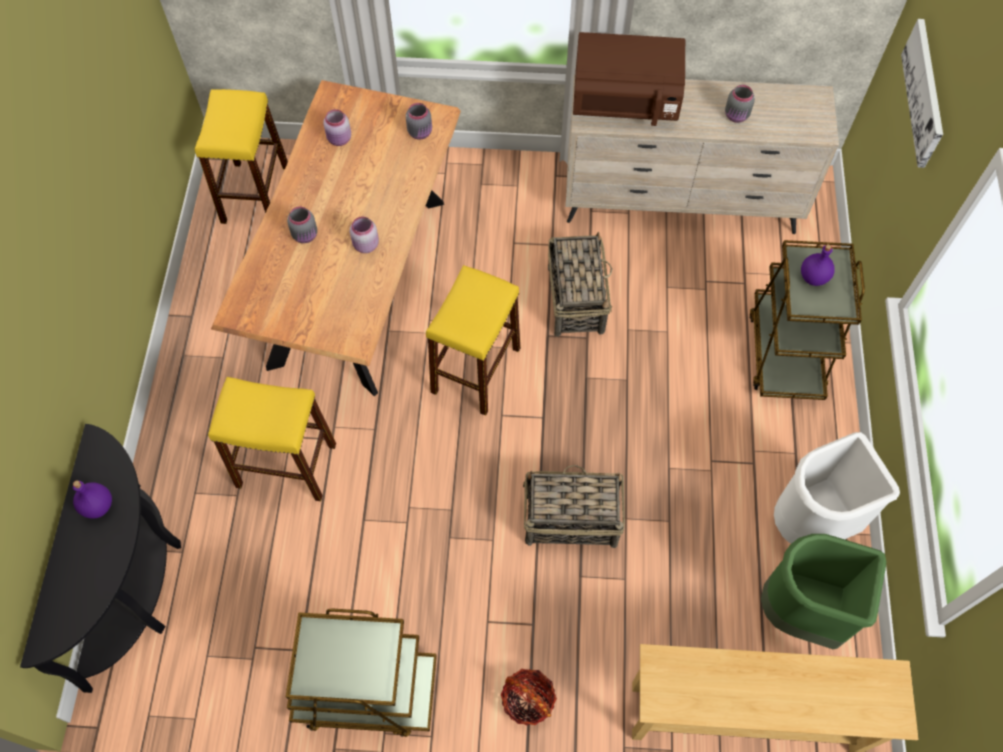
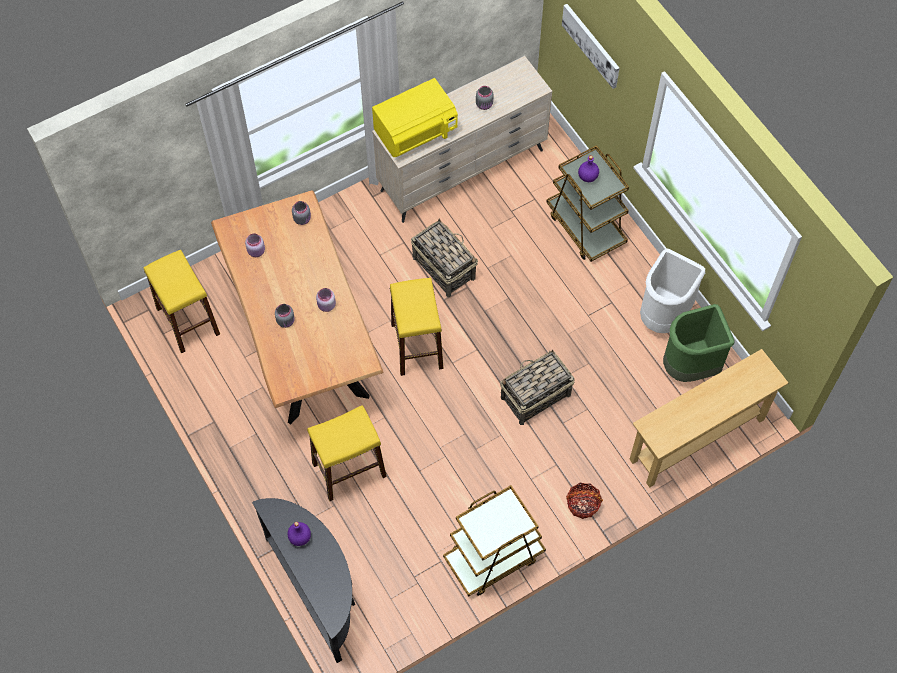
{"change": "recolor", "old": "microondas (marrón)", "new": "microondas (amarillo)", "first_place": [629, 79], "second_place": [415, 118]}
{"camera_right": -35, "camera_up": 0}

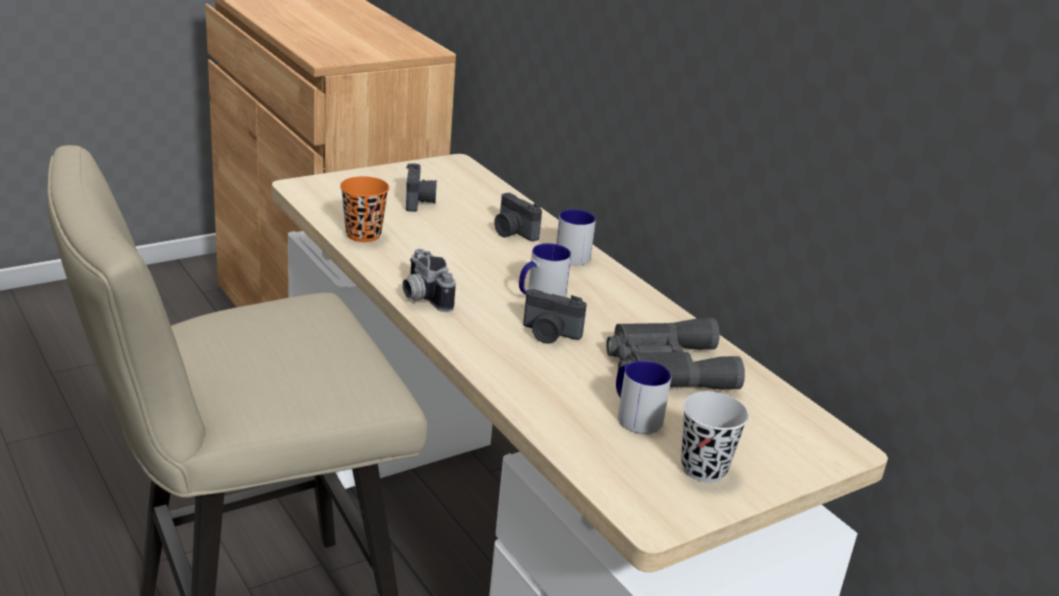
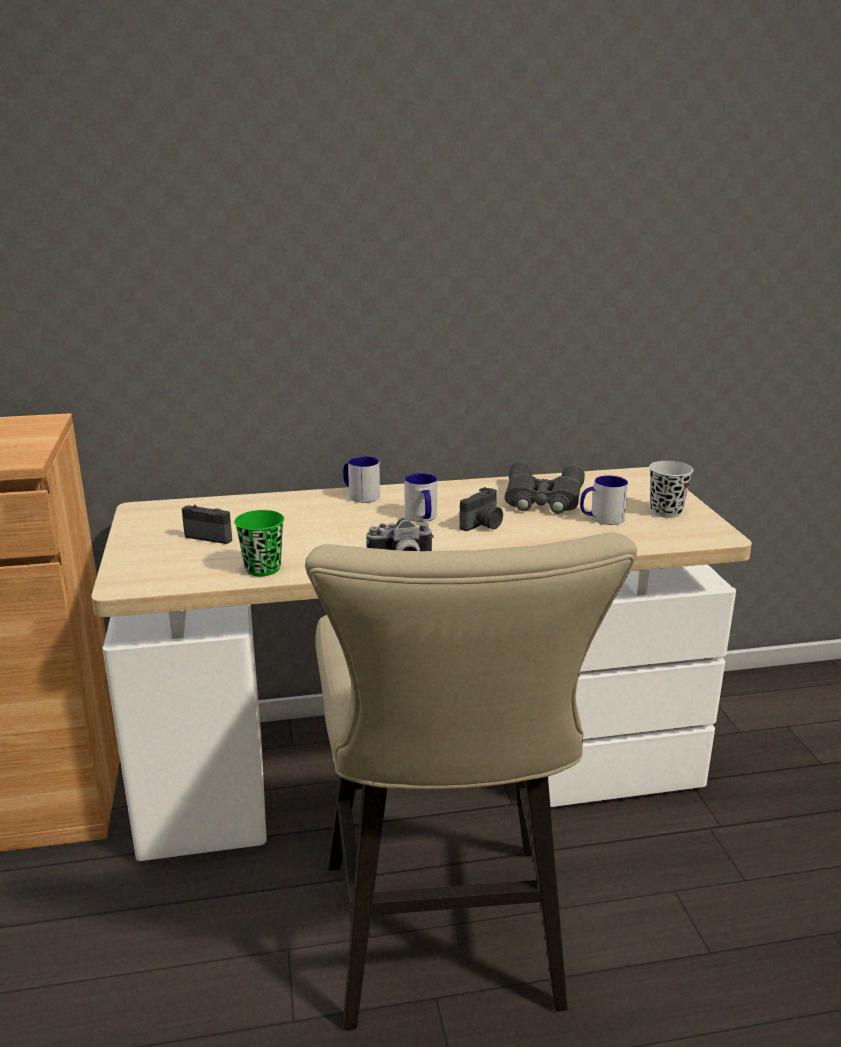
{"change": "delete", "old": "cámara", "first_place": [518, 217]}
{"change": "recolor", "old": "taza (naranja)", "new": "taza (verde)", "first_place": [364, 209], "second_place": [259, 543]}
{"camera_right": -65, "camera_up": -5}

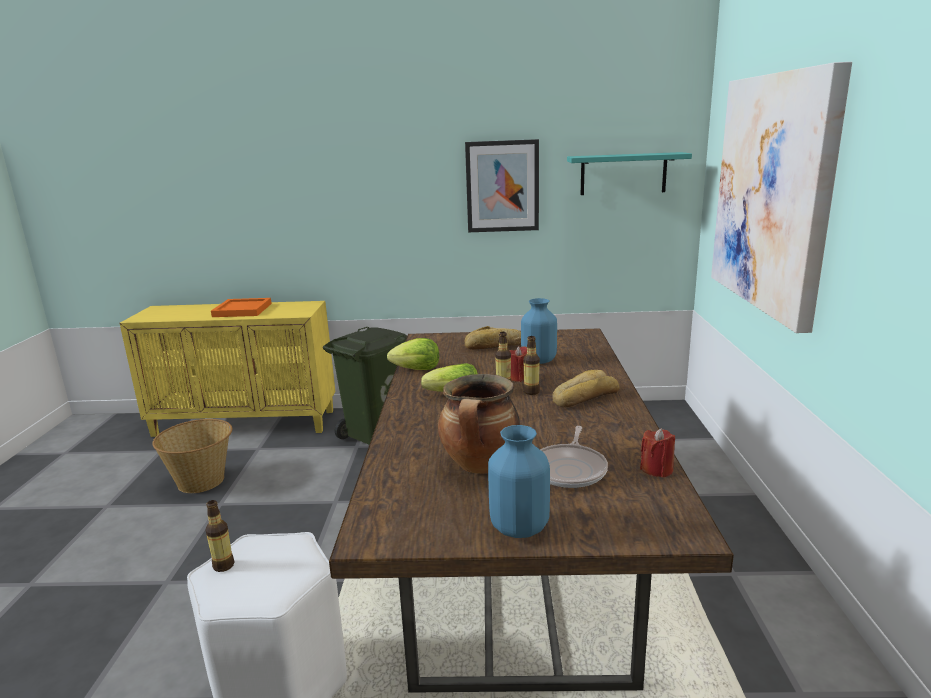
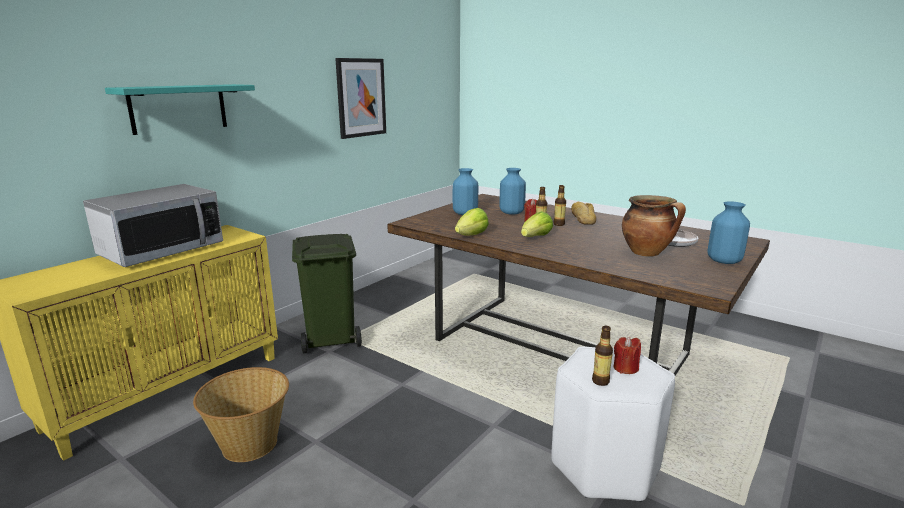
{"change": "delete", "old": "cuadro", "first_place": [781, 197]}
{"change": "move", "old": "estante (turquesa)", "first_place": [629, 173], "second_place": [180, 109]}
{"change": "move", "old": "vela (rojo)", "first_place": [657, 453], "second_place": [627, 355]}
{"change": "replace", "old": "bandeja (naranja)", "new": "microondas", "first_place": [241, 307], "second_place": [153, 225]}
{"change": "replace", "old": "pan", "new": "florero (azul)", "first_place": [492, 338], "second_place": [465, 191]}
{"camera_right": -55, "camera_up": 0}

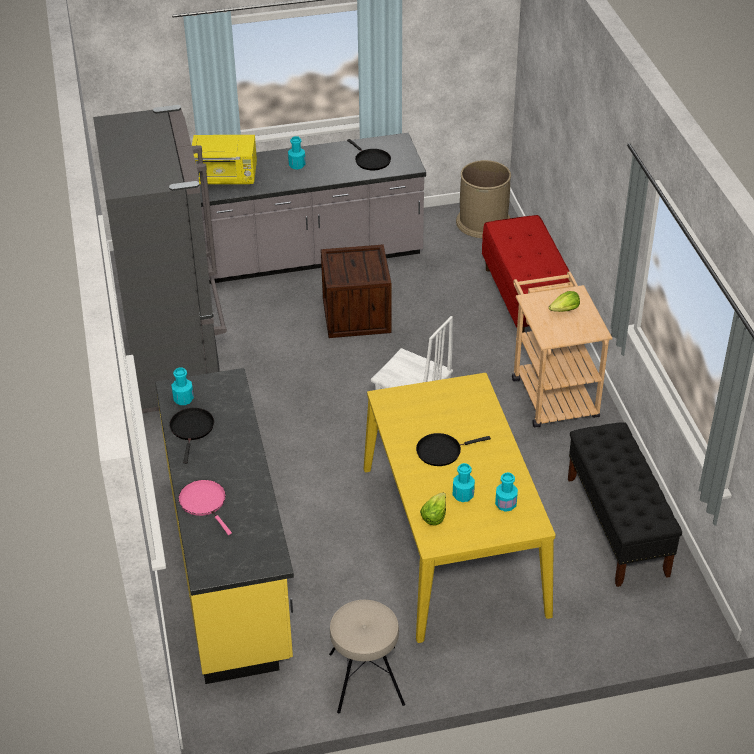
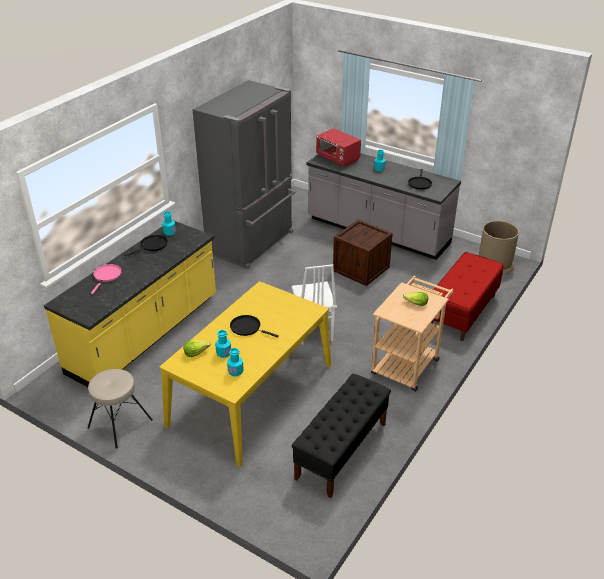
{"change": "recolor", "old": "microondas (amarillo)", "new": "microondas (rojo)", "first_place": [224, 159], "second_place": [338, 147]}
{"camera_right": 45, "camera_up": -5}

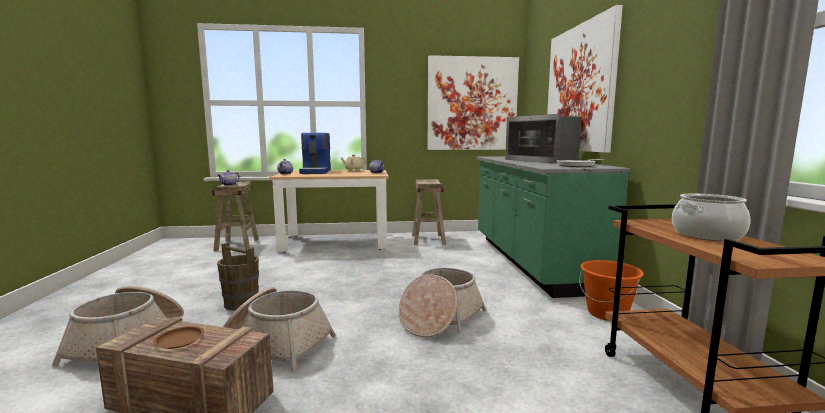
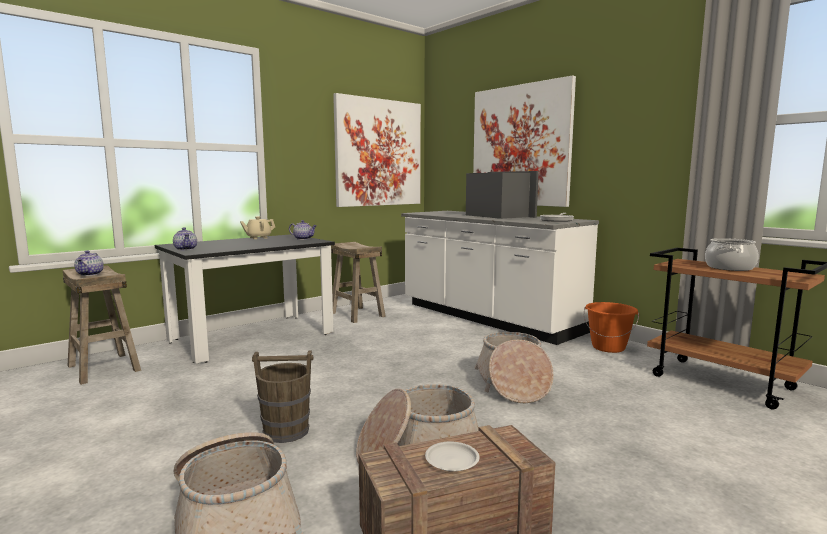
{"change": "delete", "old": "cafetera", "first_place": [315, 153]}
{"change": "recolor", "old": "plato (marrón)", "new": "plato (blanco)", "first_place": [178, 337], "second_place": [452, 456]}
{"change": "recolor", "old": "mesa de comedor (beis)", "new": "mesa de comedor (negro)", "first_place": [328, 211], "second_place": [245, 299]}
{"change": "recolor", "old": "mueble bajo de cocina (verde)", "new": "mueble bajo de cocina (blanco)", "first_place": [553, 227], "second_place": [500, 278]}
{"change": "rotate", "old": "microondas", "first_place": [543, 139], "second_place": [502, 195], "degrees": -150}
{"camera_right": -35, "camera_up": 0}

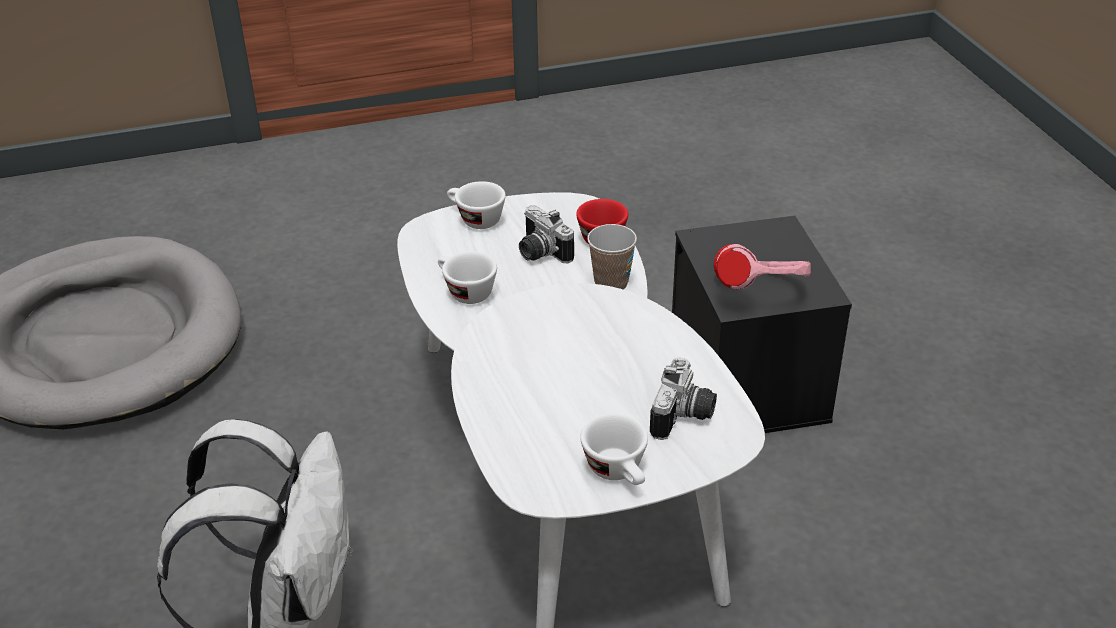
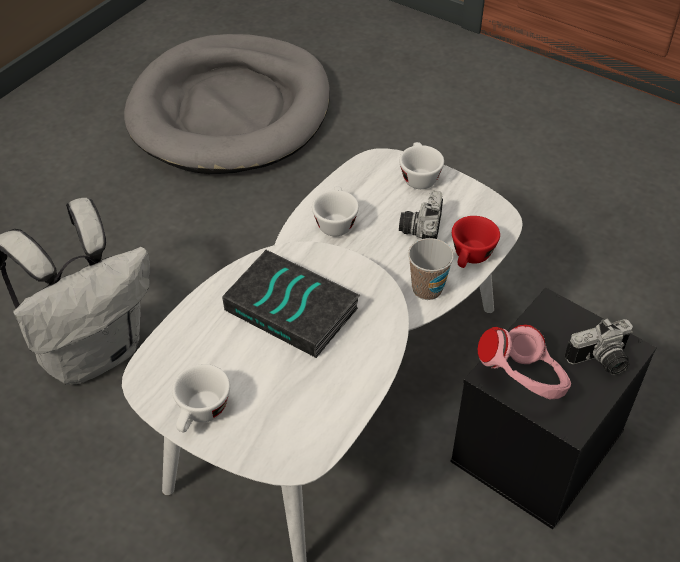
{"change": "insert", "new": "libro", "second_place": [291, 304]}
{"change": "move", "old": "cámara", "first_place": [683, 398], "second_place": [599, 346]}
{"camera_right": 50, "camera_up": 10}

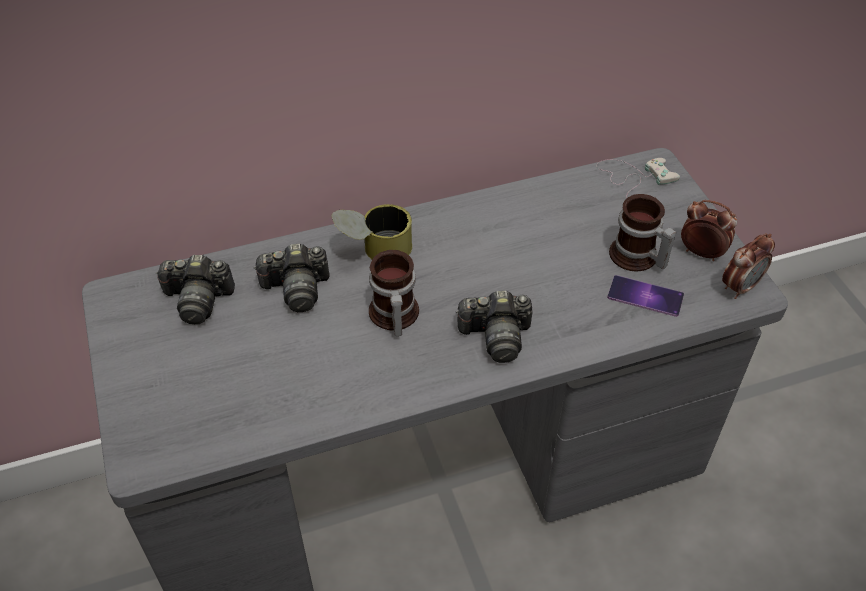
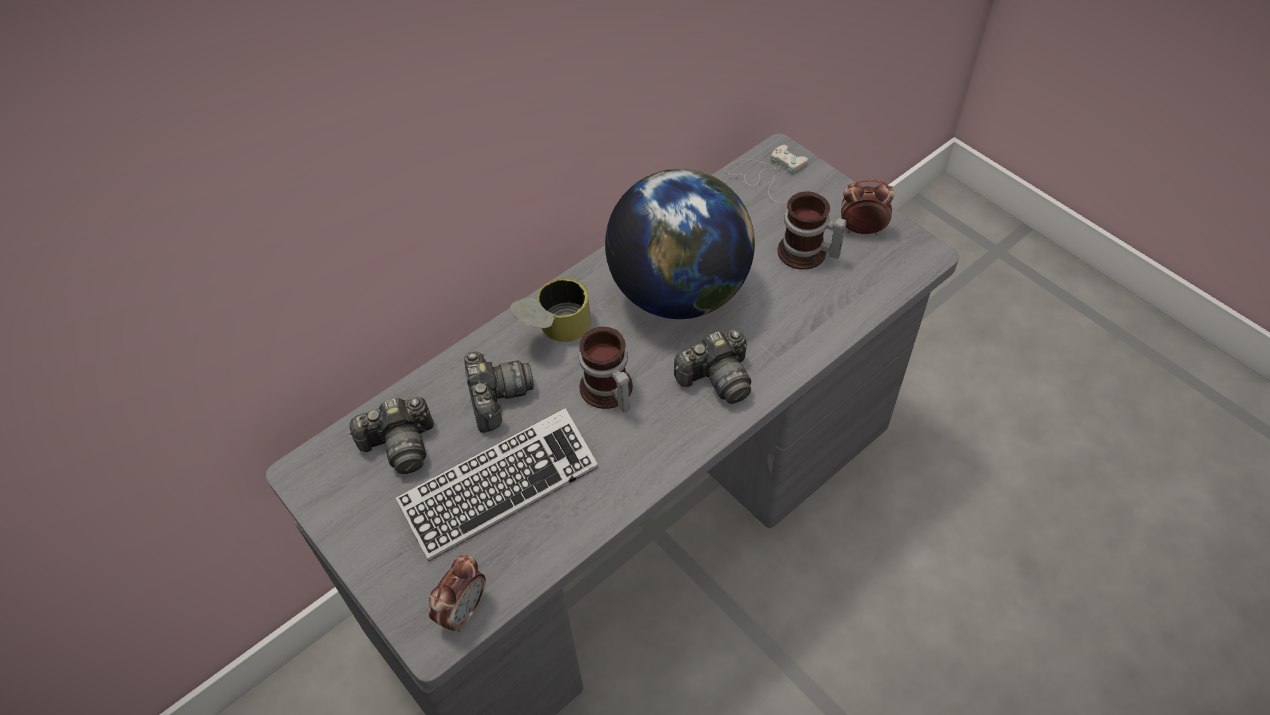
{"change": "delete", "old": "móvil", "first_place": [645, 296]}
{"change": "insert", "new": "teclado", "second_place": [496, 484]}
{"change": "insert", "new": "globo terráqueo", "second_place": [680, 243]}
{"change": "move", "old": "despertador", "first_place": [748, 266], "second_place": [457, 593]}
{"change": "rotate", "old": "cámara", "first_place": [292, 277], "second_place": [499, 392], "degrees": -75}
{"camera_right": -20, "camera_up": 5}

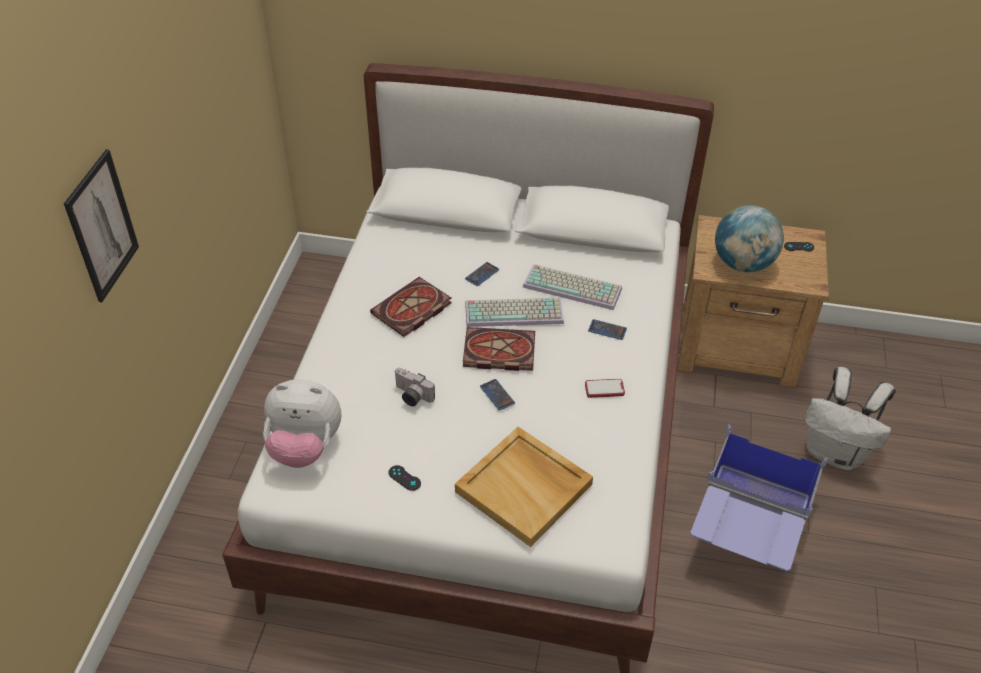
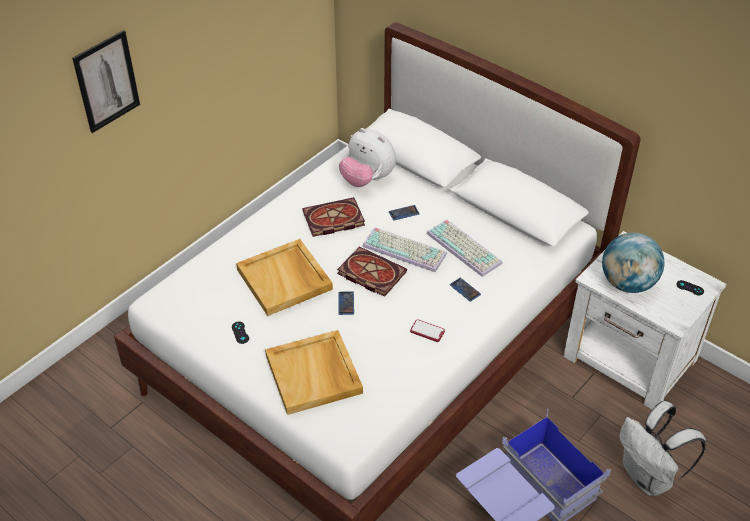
{"change": "move", "old": "peluche", "first_place": [302, 423], "second_place": [367, 157]}
{"change": "replace", "old": "cámara", "new": "bandeja (beis)", "first_place": [414, 387], "second_place": [284, 277]}
{"change": "recolor", "old": "mesita de noche (marrón)", "new": "mesita de noche (blanco)", "first_place": [753, 301], "second_place": [645, 320]}
{"camera_right": 30, "camera_up": 0}

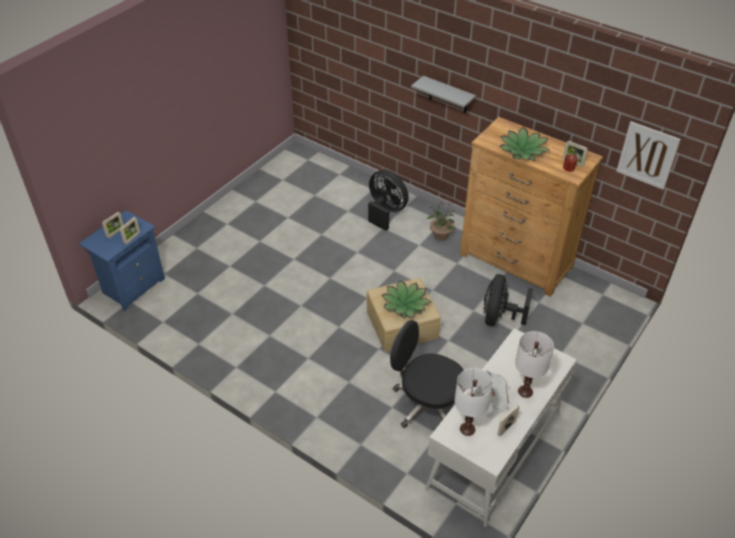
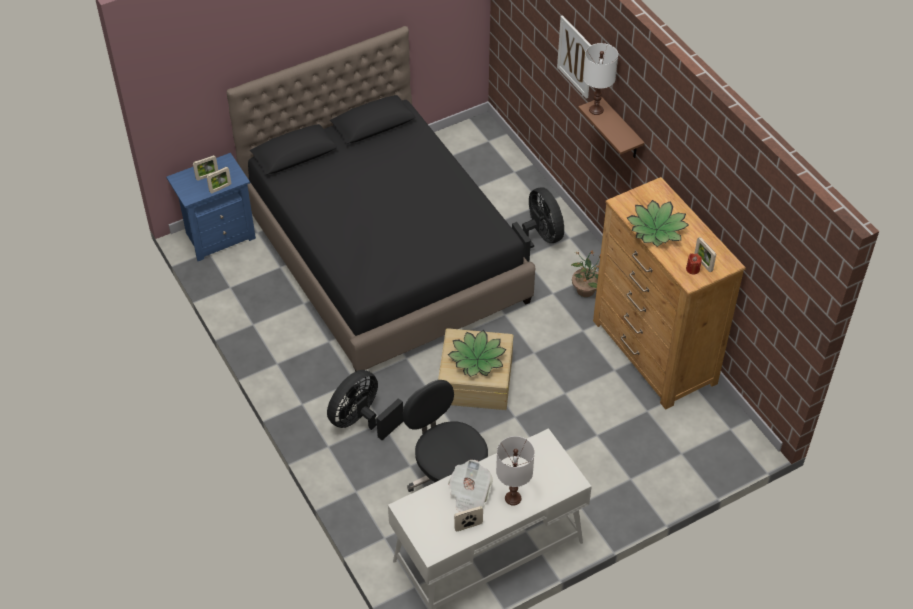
{"change": "insert", "new": "cama (negro)", "second_place": [380, 199]}
{"change": "move", "old": "lámpara de mesa (blanco)", "first_place": [473, 402], "second_place": [600, 79]}
{"change": "move", "old": "ventilador (negro)", "first_place": [508, 300], "second_place": [365, 405]}
{"change": "move", "old": "cuadro", "first_place": [648, 155], "second_place": [574, 57]}
{"change": "recolor", "old": "estante (gris)", "new": "estante (marrón)", "first_place": [443, 94], "second_place": [611, 127]}
{"camera_right": 25, "camera_up": 5}

